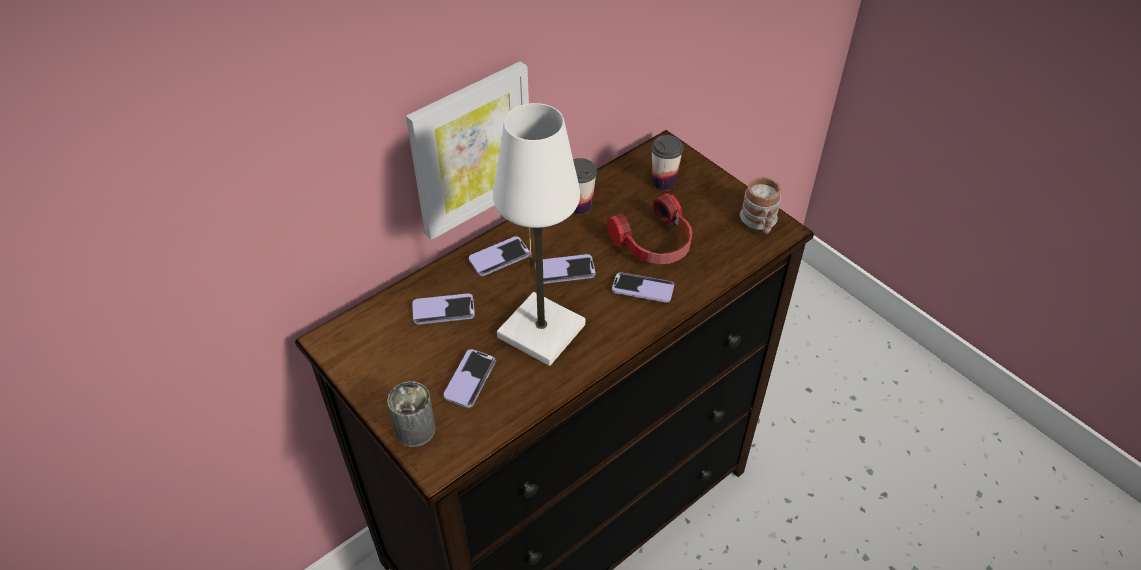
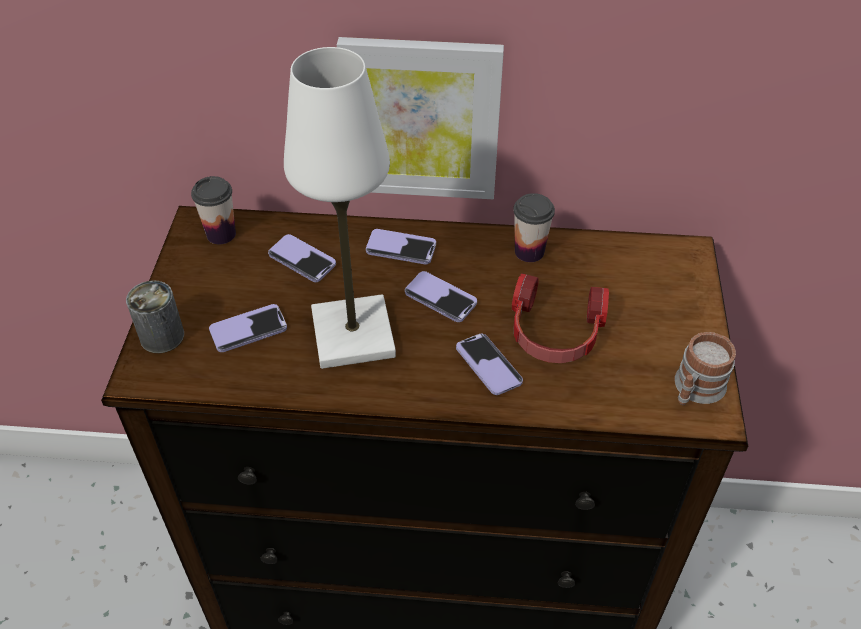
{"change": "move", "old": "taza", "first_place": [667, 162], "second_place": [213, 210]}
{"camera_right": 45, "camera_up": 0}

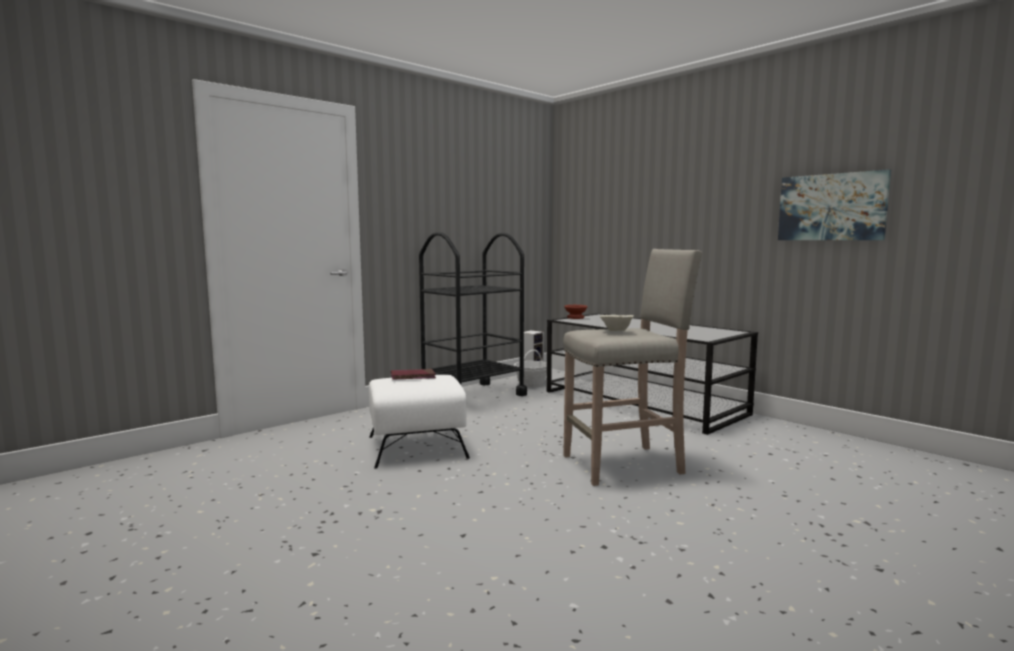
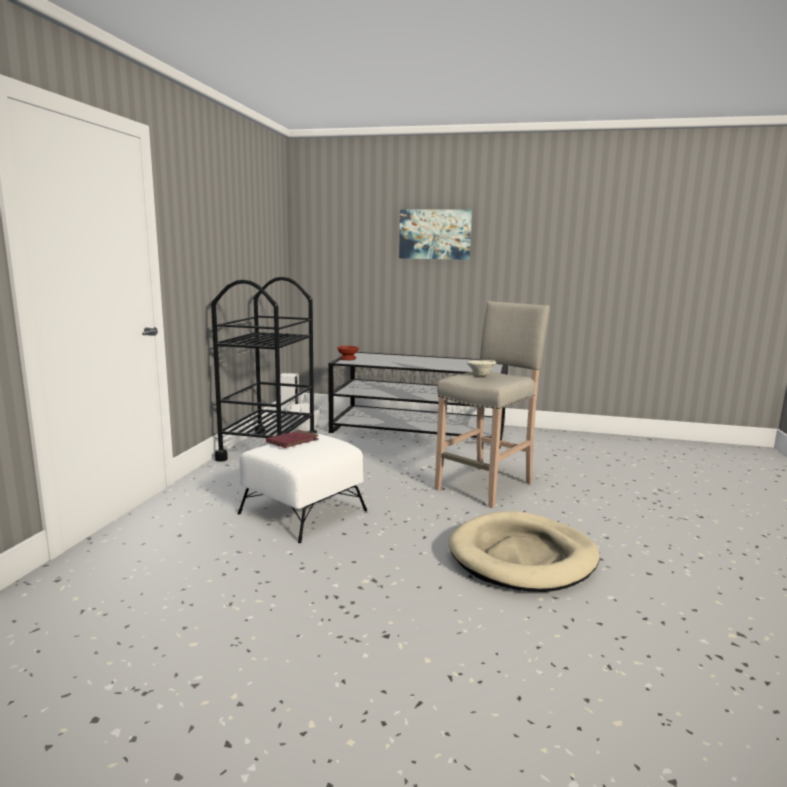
{"change": "insert", "new": "cama para perro (beis)", "second_place": [524, 551]}
{"change": "move", "old": "cuadro", "first_place": [834, 204], "second_place": [435, 234]}
{"camera_right": -35, "camera_up": 5}

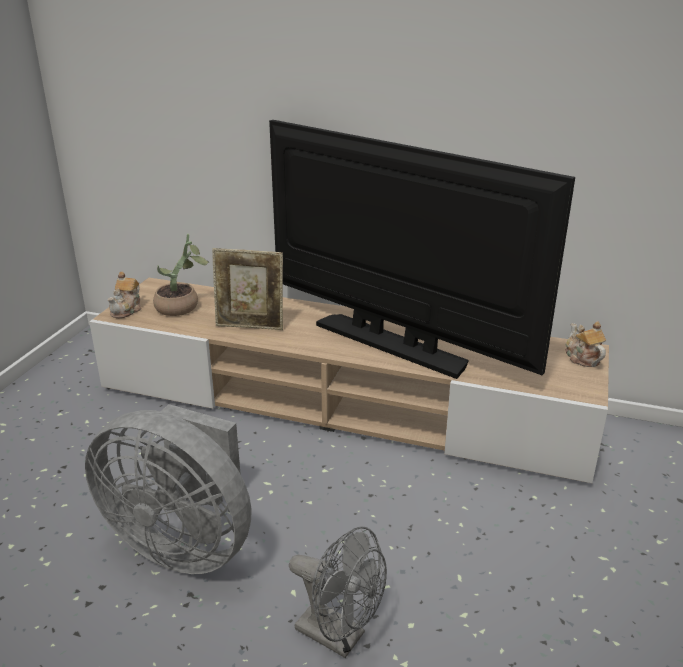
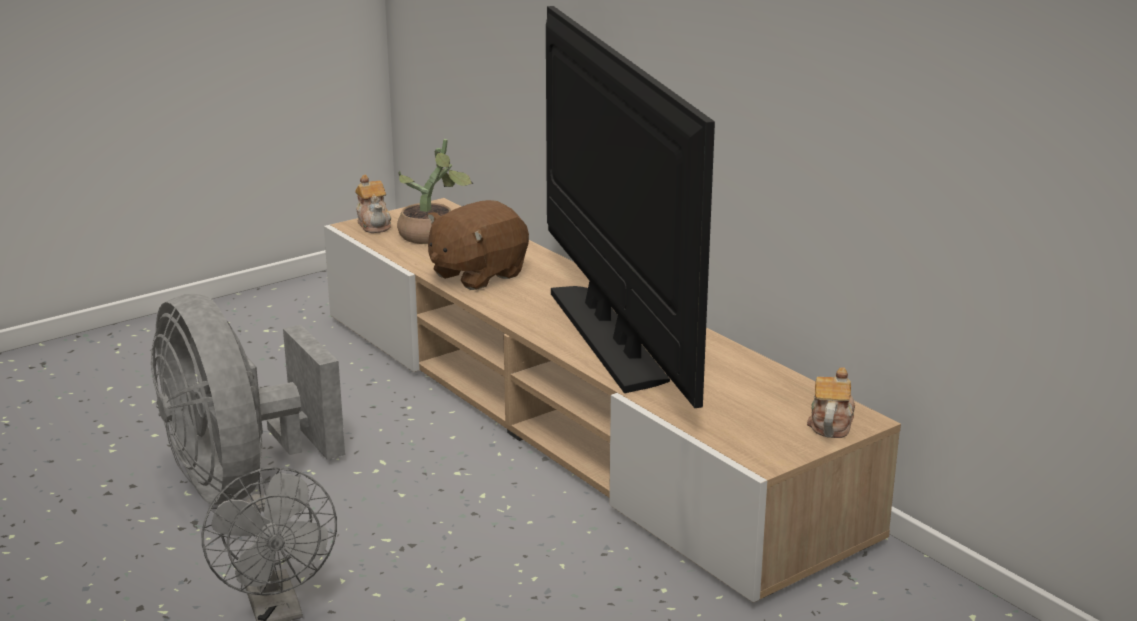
{"change": "replace", "old": "portarretratos", "new": "peluche (marrón)", "first_place": [247, 289], "second_place": [478, 245]}
{"change": "rotate", "old": "tetera", "first_place": [124, 295], "second_place": [373, 204], "degrees": -75}
{"camera_right": 35, "camera_up": -5}

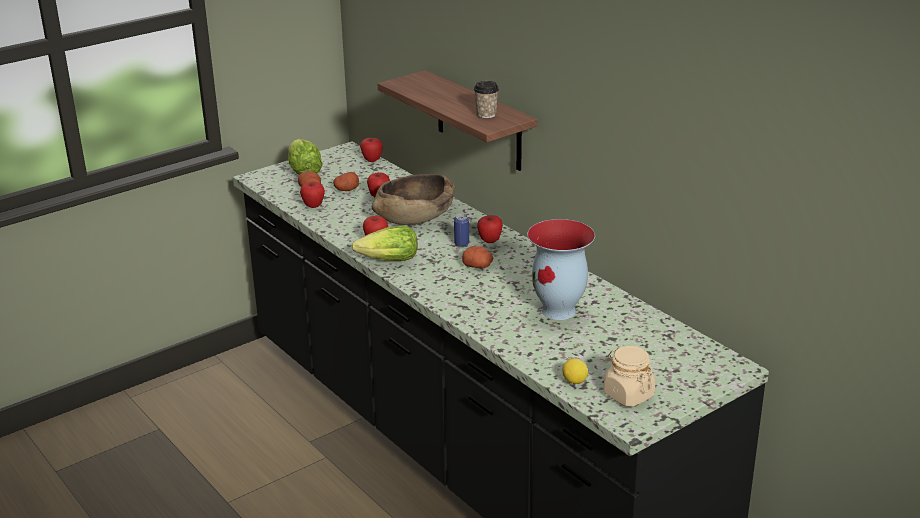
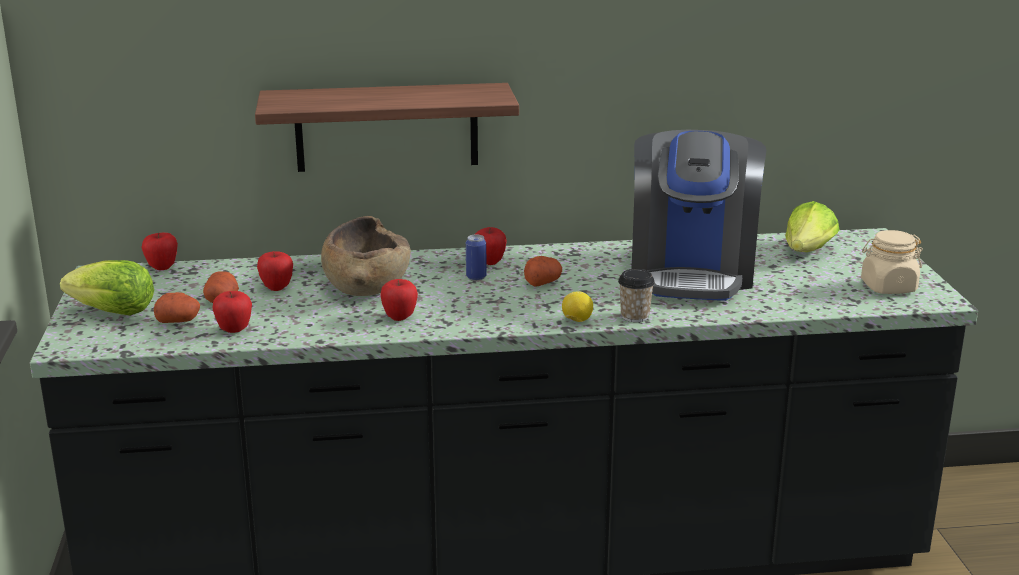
{"change": "move", "old": "lechuga", "first_place": [384, 243], "second_place": [812, 226]}
{"change": "move", "old": "taza", "first_place": [486, 99], "second_place": [636, 295]}
{"change": "move", "old": "limón", "first_place": [575, 371], "second_place": [577, 306]}
{"change": "replace", "old": "florero", "new": "cafetera", "first_place": [561, 269], "second_place": [699, 215]}
{"camera_right": -60, "camera_up": -5}

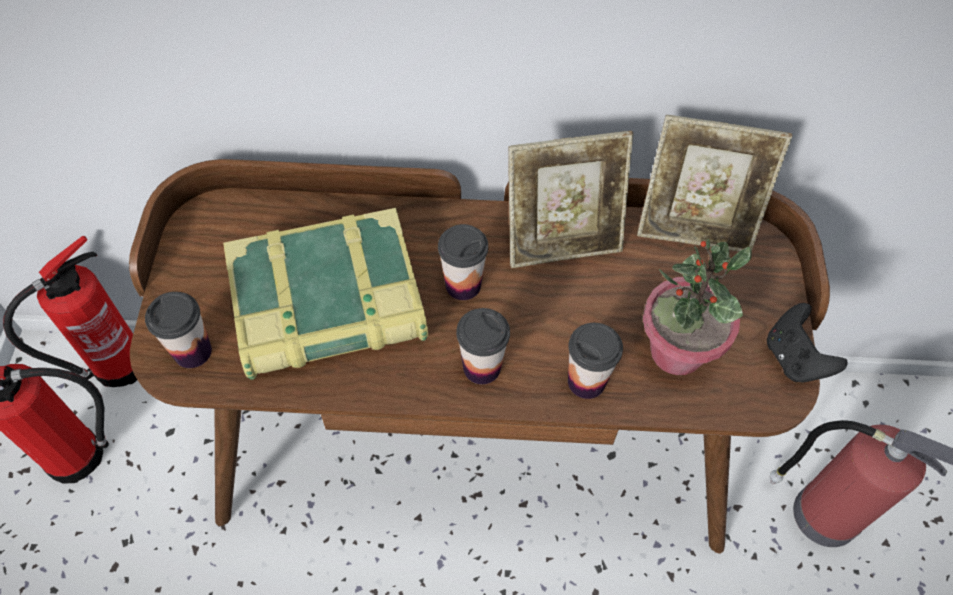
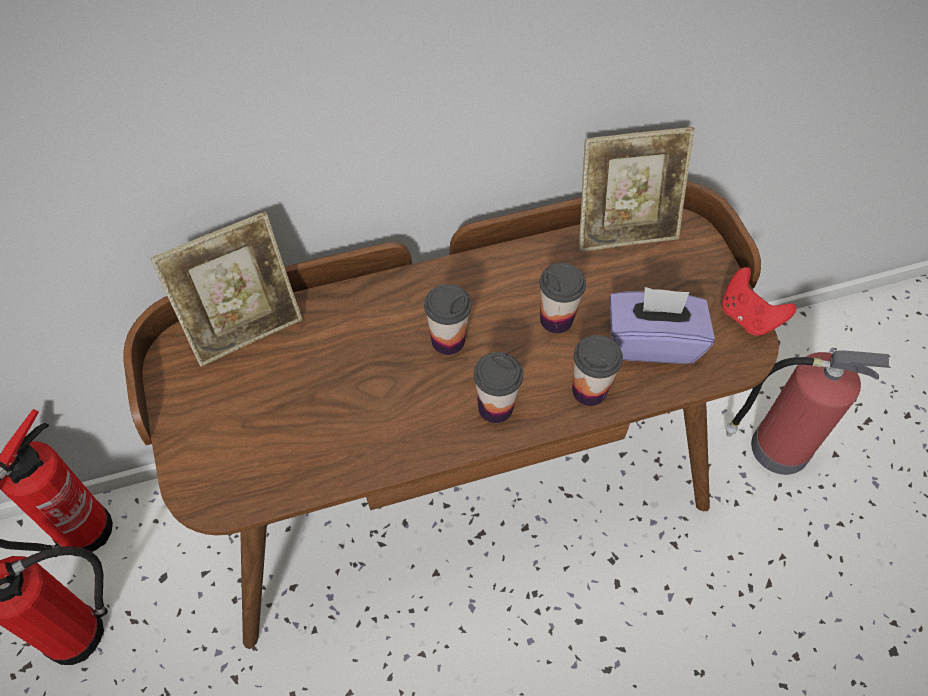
{"change": "delete", "old": "libro", "first_place": [325, 294]}
{"change": "move", "old": "taza", "first_place": [178, 330], "second_place": [563, 298]}
{"change": "move", "old": "portarretratos", "first_place": [570, 199], "second_place": [226, 289]}
{"change": "replace", "old": "planta en maceta", "new": "caja de pañuelos (morado)", "first_place": [697, 306], "second_place": [662, 325]}
{"change": "recolor", "old": "mando de consola (negro)", "new": "mando de consola (rojo)", "first_place": [807, 342], "second_place": [759, 301]}
{"camera_right": -20, "camera_up": 0}

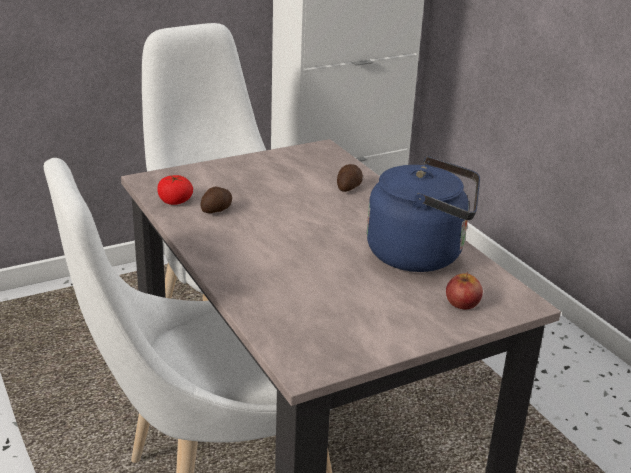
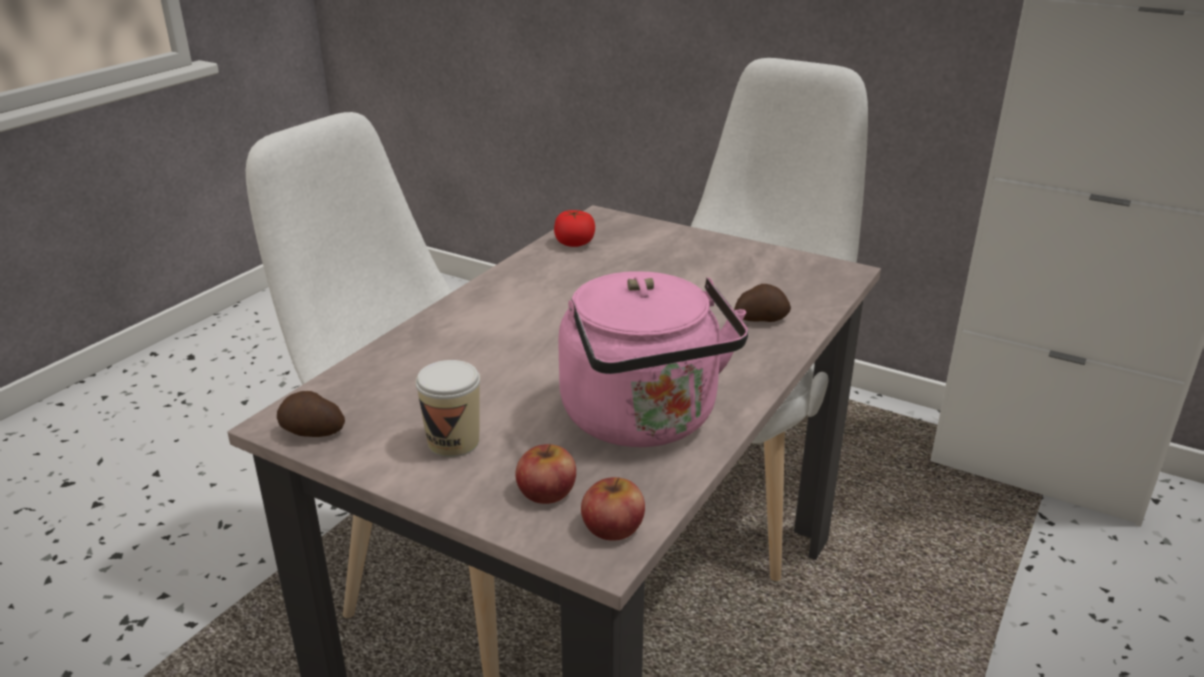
{"change": "insert", "new": "taza", "second_place": [448, 408]}
{"change": "insert", "new": "manzana", "second_place": [613, 509]}
{"change": "move", "old": "patata", "first_place": [216, 200], "second_place": [311, 414]}
{"change": "recolor", "old": "hervidor (azul)", "new": "hervidor (rosa)", "first_place": [423, 214], "second_place": [653, 359]}
{"camera_right": 60, "camera_up": 0}

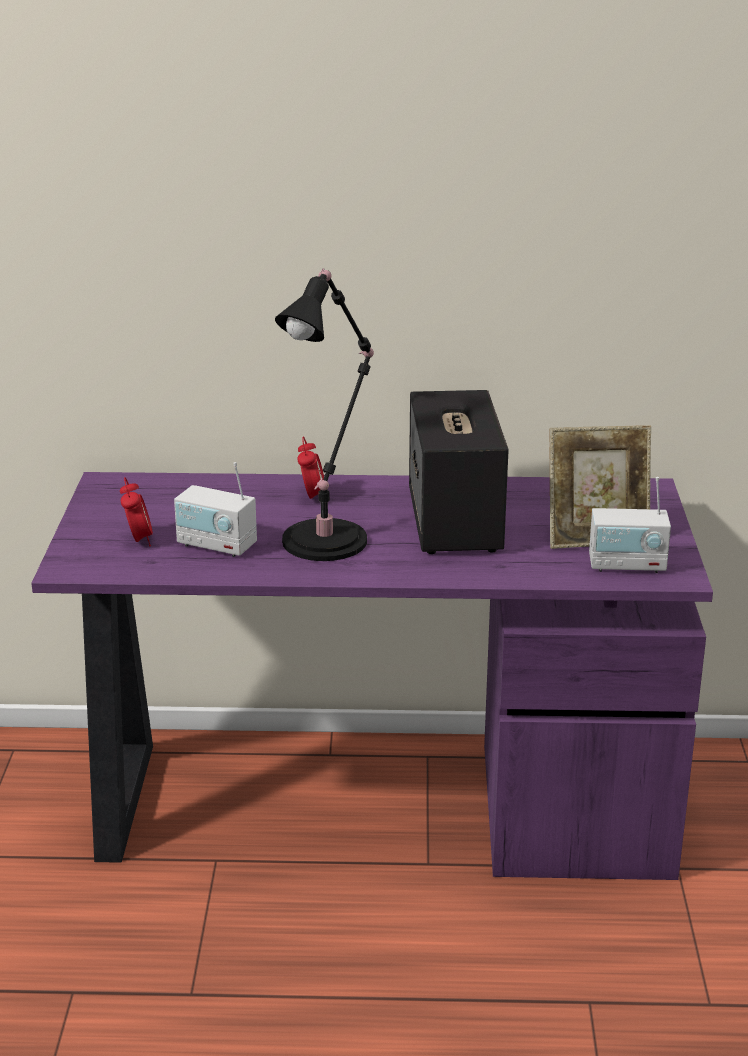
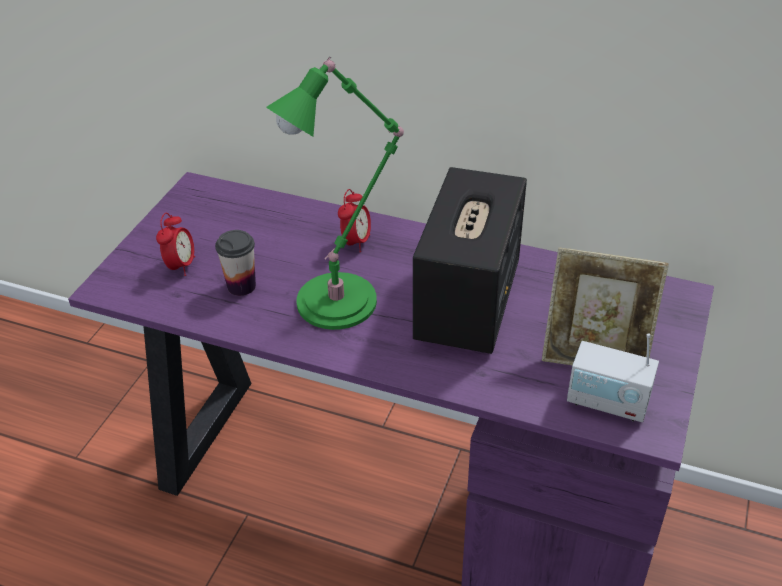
{"change": "replace", "old": "radio", "new": "taza", "first_place": [215, 509], "second_place": [235, 263]}
{"change": "recolor", "old": "lámpara de mesa (negro)", "new": "lámpara de mesa (verde)", "first_place": [324, 414], "second_place": [335, 193]}
{"camera_right": 20, "camera_up": 15}

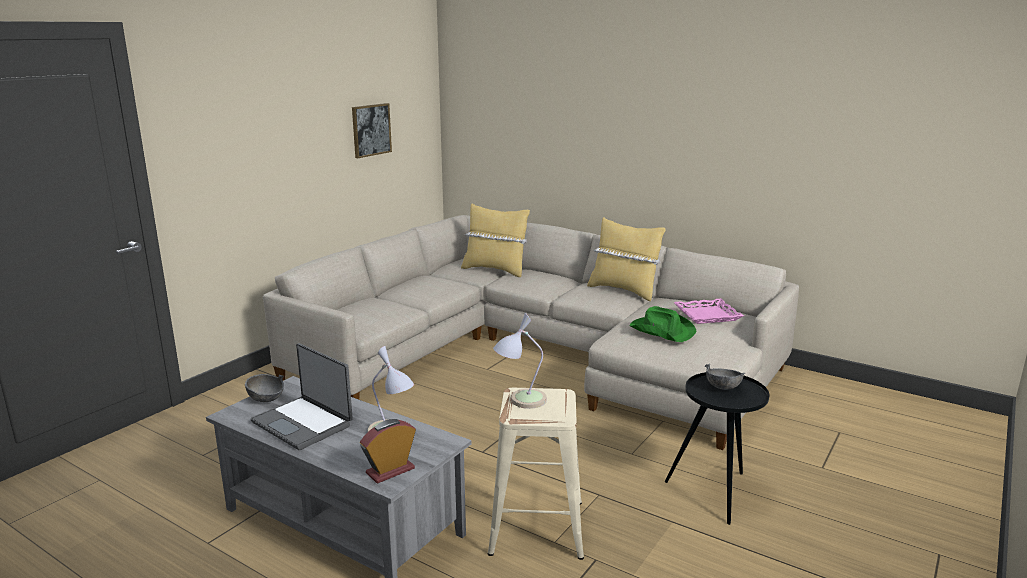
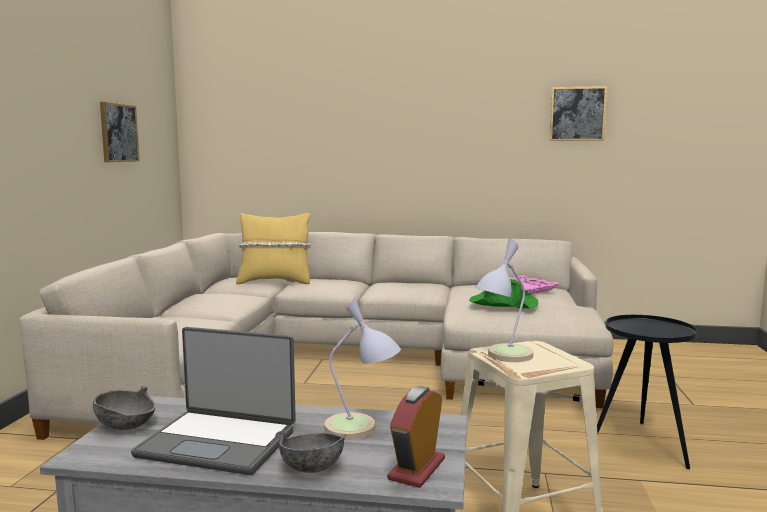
{"change": "delete", "old": "cojín (amarillo)", "first_place": [626, 259]}
{"change": "insert", "new": "cuadro", "second_place": [578, 113]}
{"change": "move", "old": "cuenco (gris)", "first_place": [724, 377], "second_place": [311, 451]}
{"camera_right": -25, "camera_up": -10}

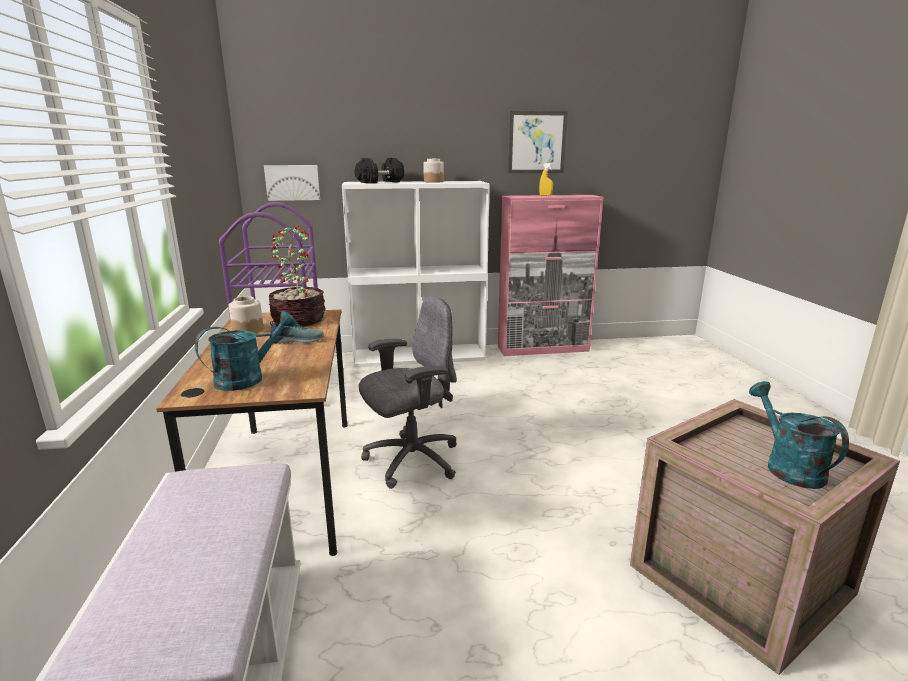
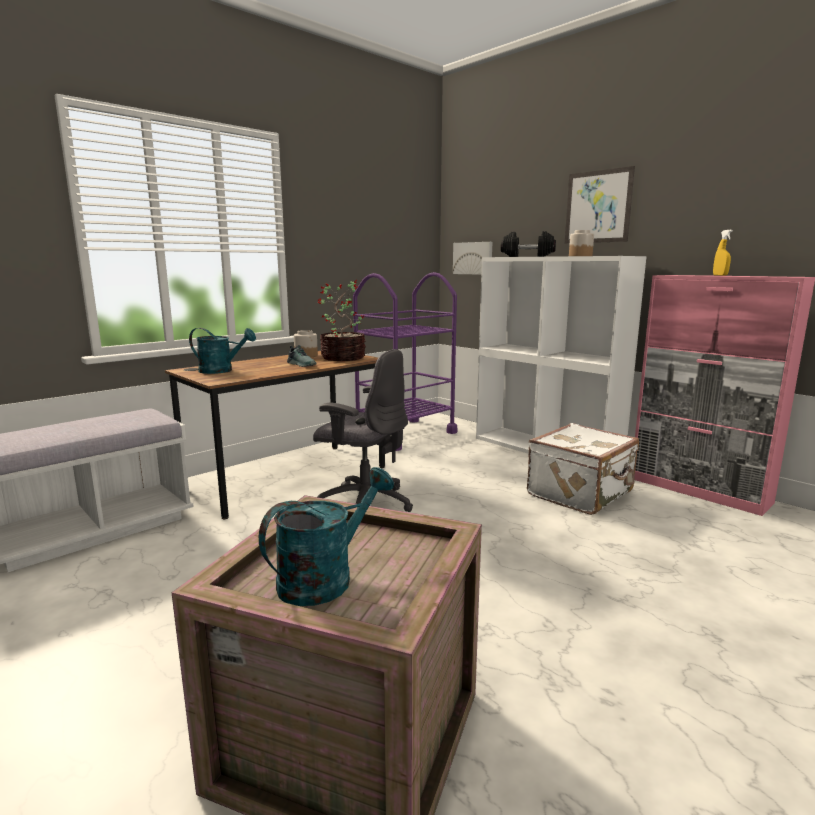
{"change": "insert", "new": "maleta (blanco)", "second_place": [583, 469]}
{"change": "move", "old": "cuadro", "first_place": [538, 142], "second_place": [600, 204]}
{"camera_right": 55, "camera_up": -5}

